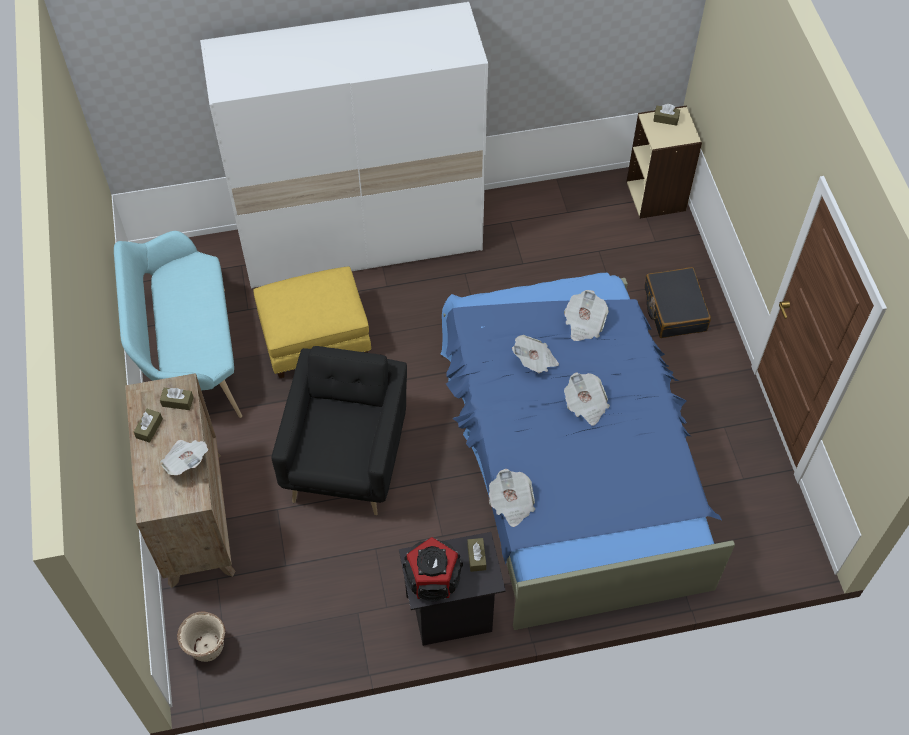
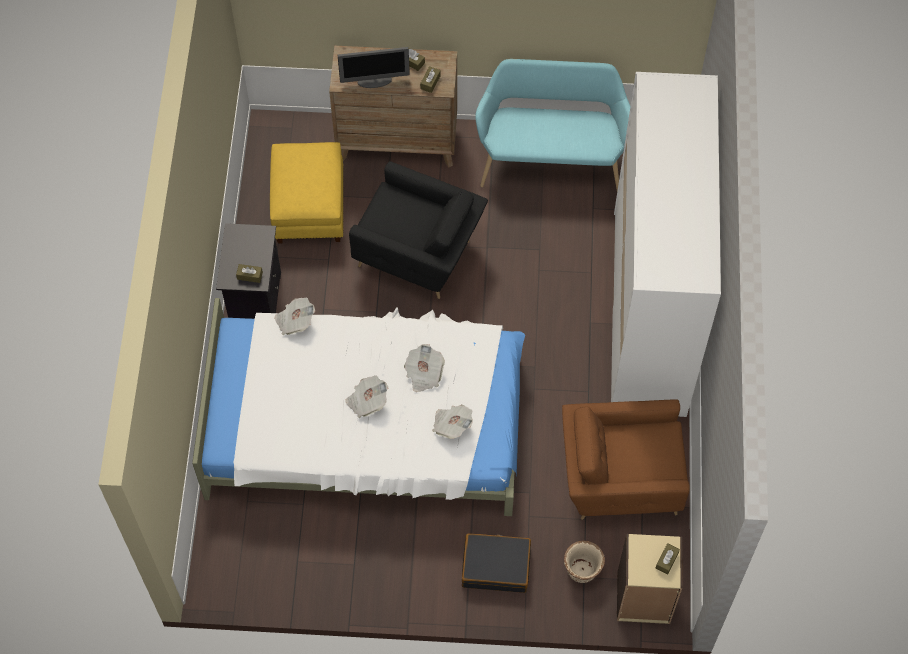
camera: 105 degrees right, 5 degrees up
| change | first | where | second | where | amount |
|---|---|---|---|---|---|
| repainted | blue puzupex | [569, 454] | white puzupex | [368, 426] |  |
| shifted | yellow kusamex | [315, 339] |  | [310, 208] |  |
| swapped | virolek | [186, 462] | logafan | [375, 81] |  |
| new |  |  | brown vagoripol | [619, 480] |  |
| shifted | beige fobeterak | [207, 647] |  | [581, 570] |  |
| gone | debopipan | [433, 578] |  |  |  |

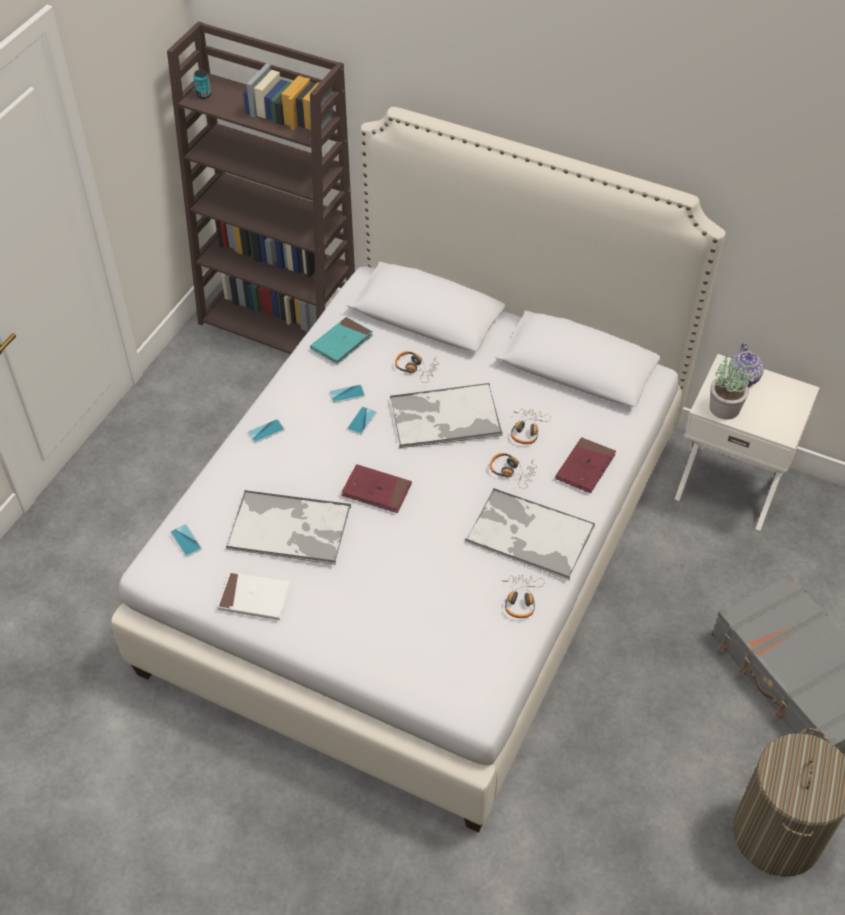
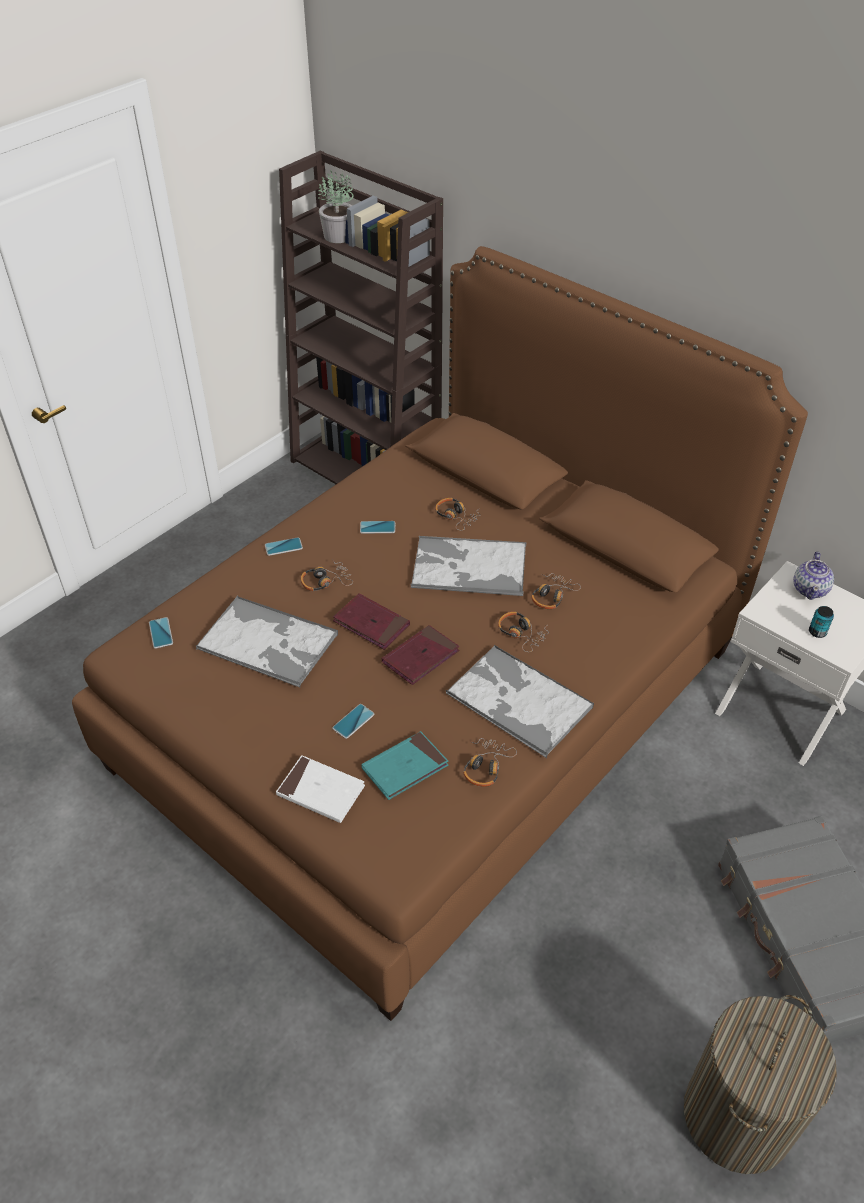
camera: 15 degrees right, 5 degrees down
| change | first | where | second | where | amount |
|---|---|---|---|---|---|
| repainted | white puzupex | [421, 546] | brown puzupex | [431, 705] |  |
| shifted | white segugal | [254, 598] |  | [321, 791] |  |
| new |  |  | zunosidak | [326, 581] |  |
| shifted | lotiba | [725, 407] |  | [339, 236] |  |
| shifted | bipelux | [361, 421] |  | [353, 721] |  |
| shifted | turquoise segugal | [342, 343] |  | [405, 767] |  |
| shifted | red segugal | [585, 467] |  | [420, 657] |  |
| shifted | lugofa | [203, 95] |  | [817, 632] |  |

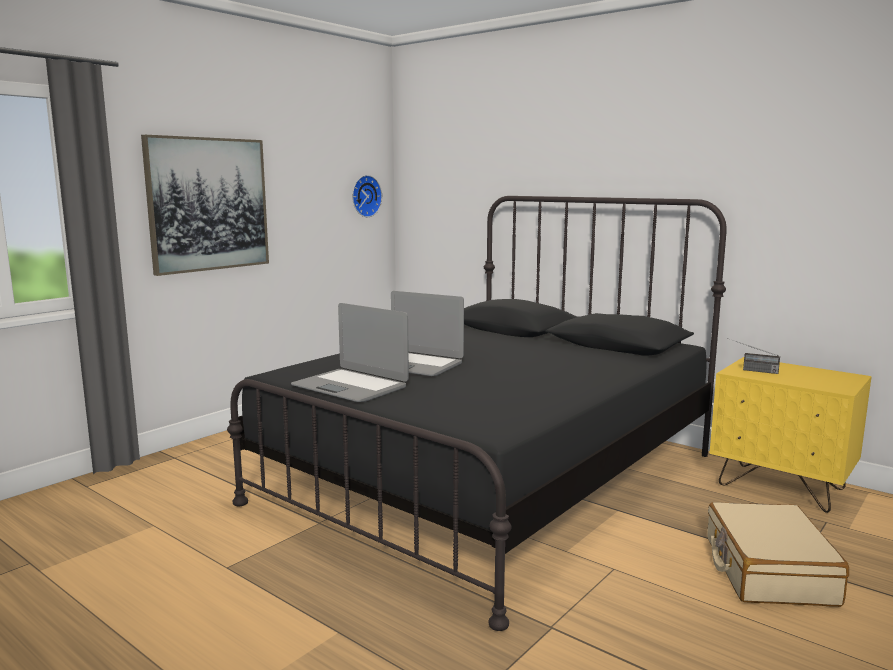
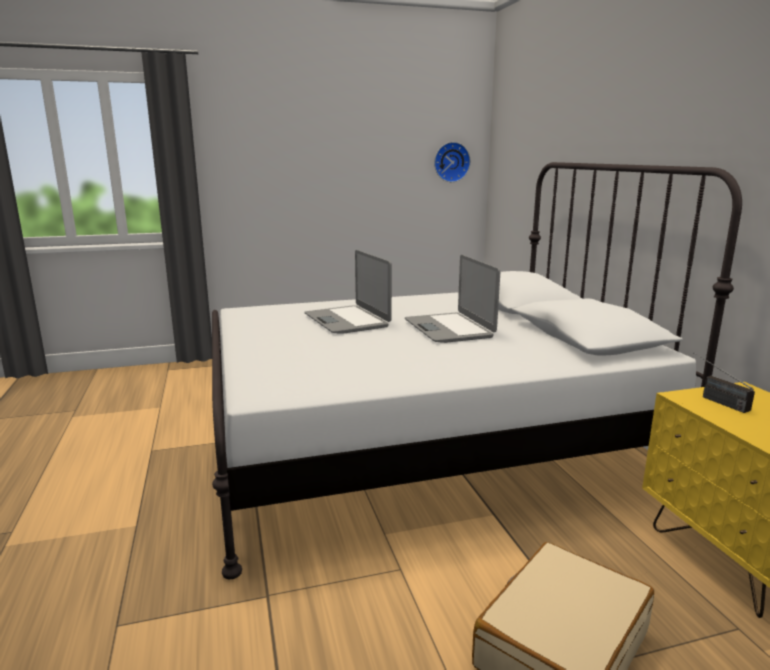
camera: 35 degrees right, 5 degrees up
| change | first | where | second | where | amount |
|---|---|---|---|---|---|
| repainted | black puzupex | [491, 478] | white puzupex | [424, 444] |  |
| shifted | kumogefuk | [350, 387] |  | [449, 329] |  |
| gone | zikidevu | [208, 204] |  |  |  |

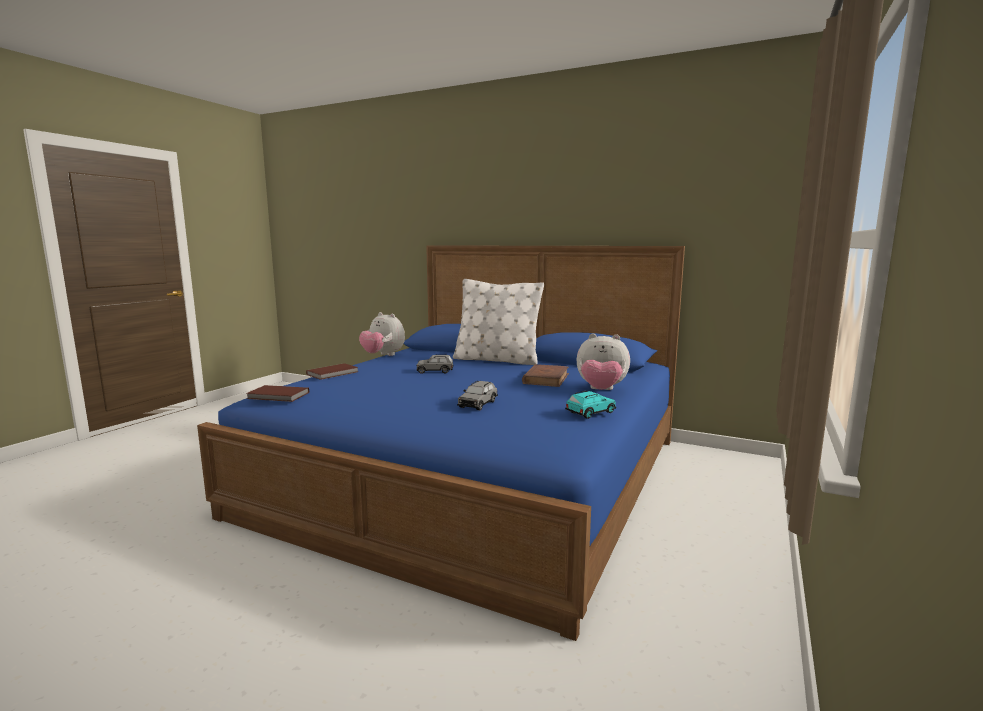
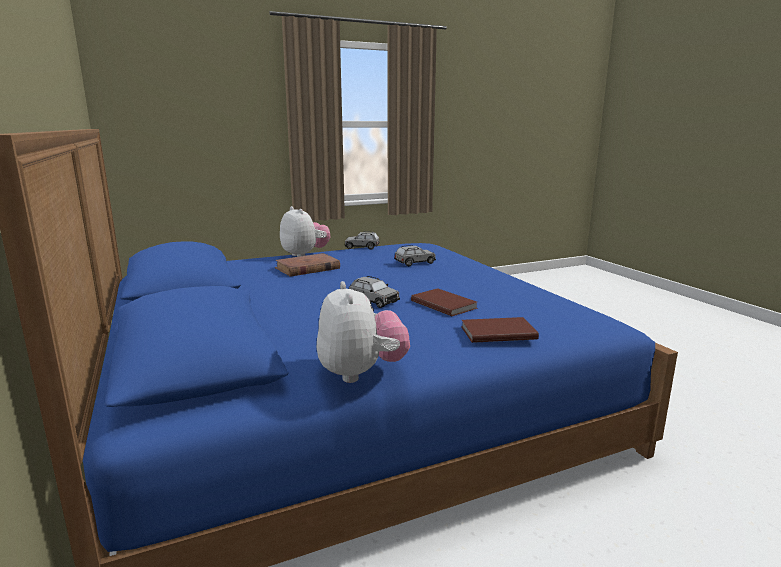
camera: 140 degrees left, 5 degrees up
| change | first | where | second | where | amount |
|---|---|---|---|---|---|
| repainted | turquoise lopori | [590, 413] | grey lopori | [362, 247] |  |
| shifted | brown segugal | [278, 396] |  | [444, 304] |  |
| gone | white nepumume | [497, 360] |  |  |  |

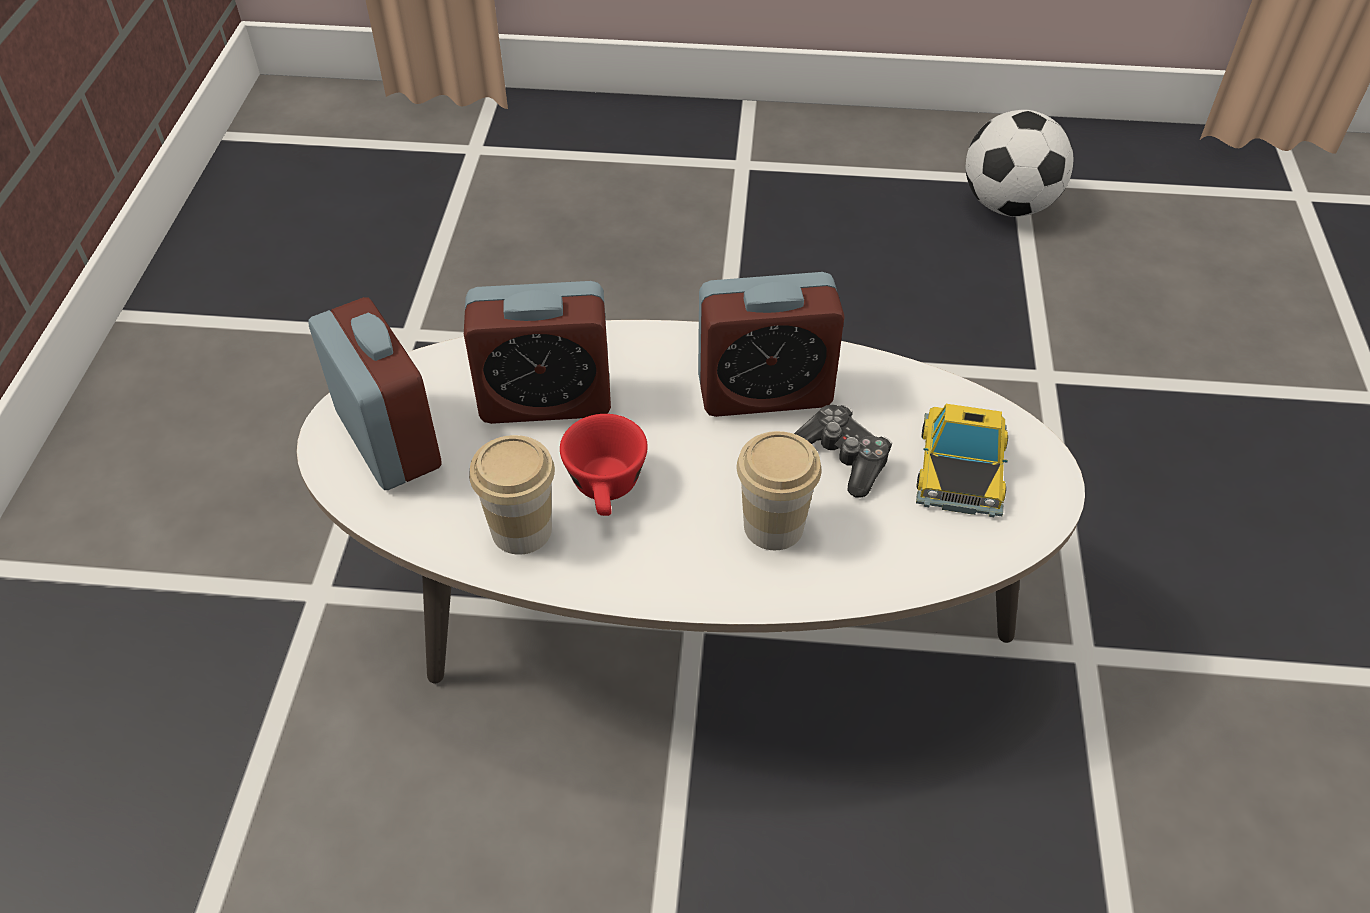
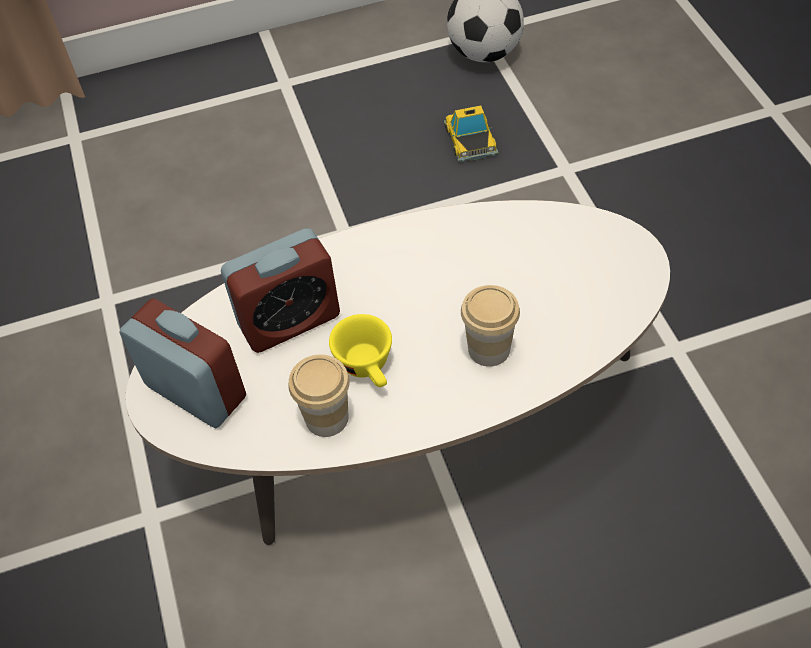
camera: 20 degrees left, 5 degrees up
| change | first | where | second | where | amount |
|---|---|---|---|---|---|
| repainted | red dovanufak | [607, 491] | yellow dovanufak | [368, 368] |  |
| shifted | lopori | [961, 466] |  | [470, 139] |  |
| gone | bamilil | [764, 392] |  |  |  |
| gone | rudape | [843, 458] |  |  |  |

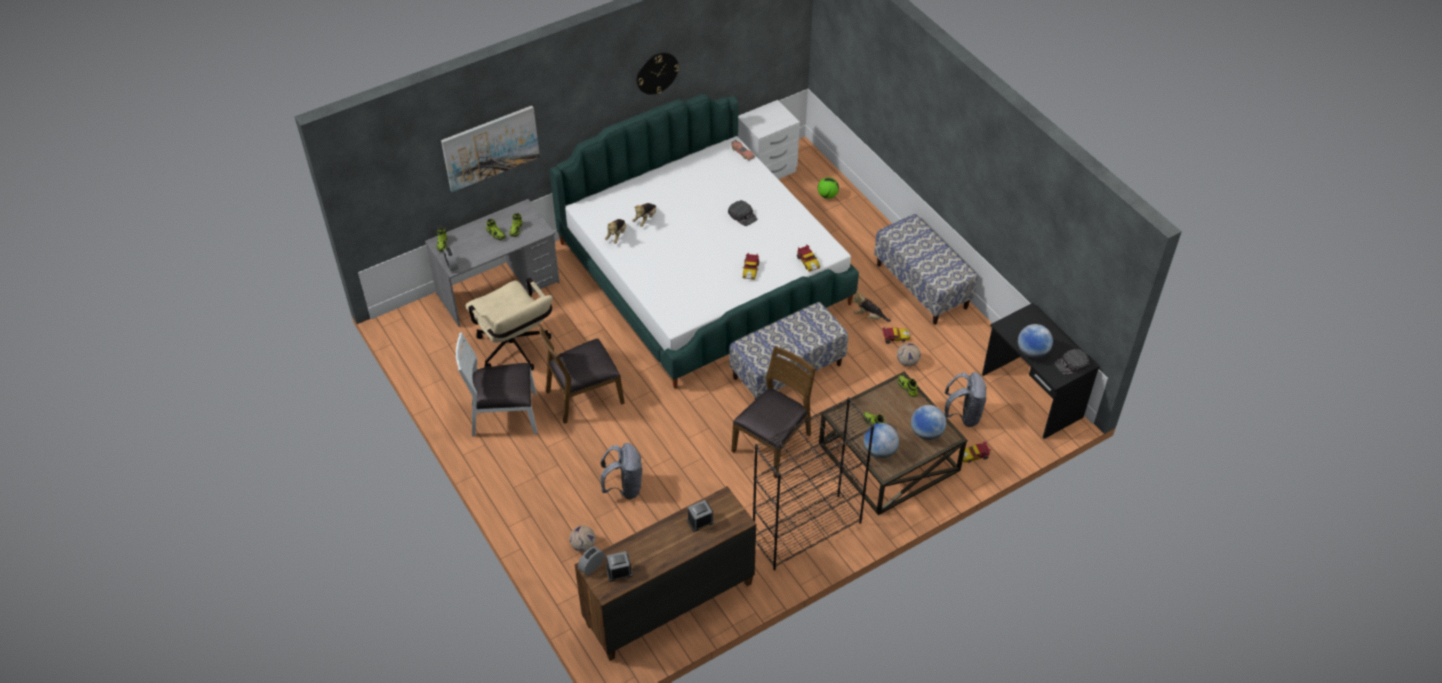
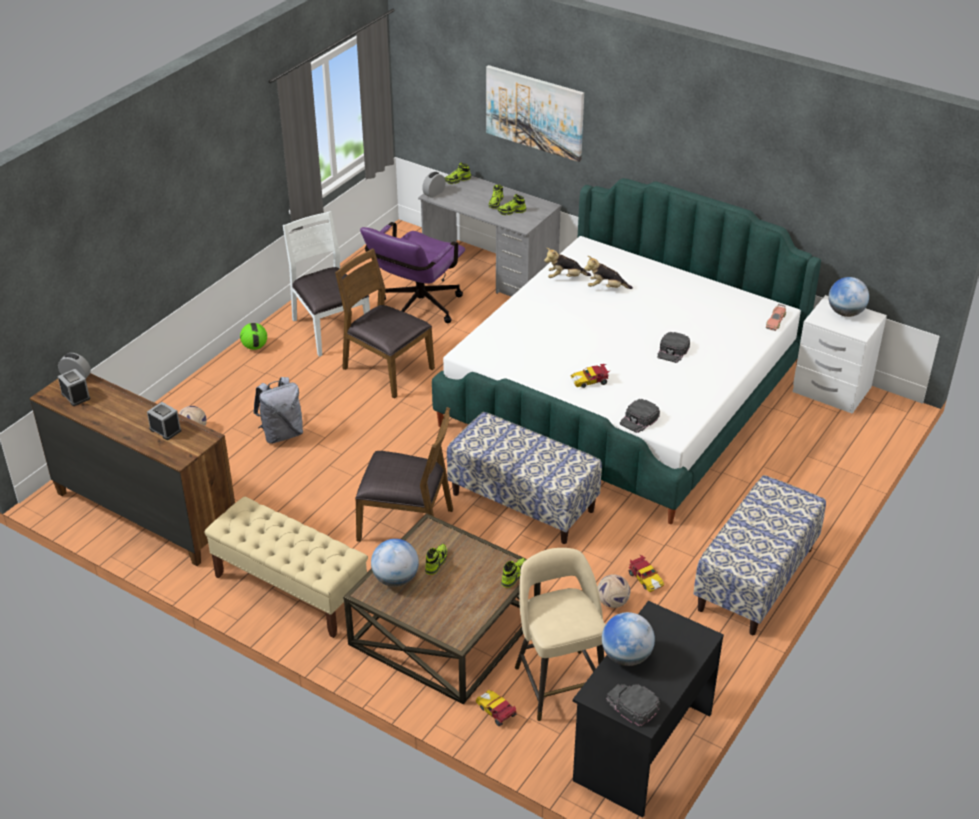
camera: 65 degrees right, 10 degrees down
| change | first | where | second | where | amount |
|---|---|---|---|---|---|
| swapped | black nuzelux | [806, 532] | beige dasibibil | [290, 589] |  |
| shifted | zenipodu | [827, 195] |  | [255, 347] |  |
| repainted | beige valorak | [516, 351] | purple valorak | [416, 309] |  |
| swapped | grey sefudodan | [963, 415] | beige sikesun | [559, 682] |  |
| swapped | lopori | [808, 262] | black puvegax | [639, 419] |  |
| shifted | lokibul | [926, 433] |  | [845, 313] |  |
| gone | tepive | [657, 73] |  |  |  |
| gone | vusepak | [869, 316] |  |  |  |

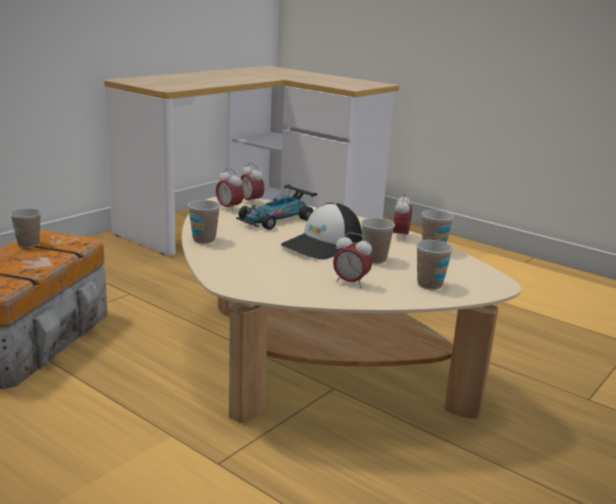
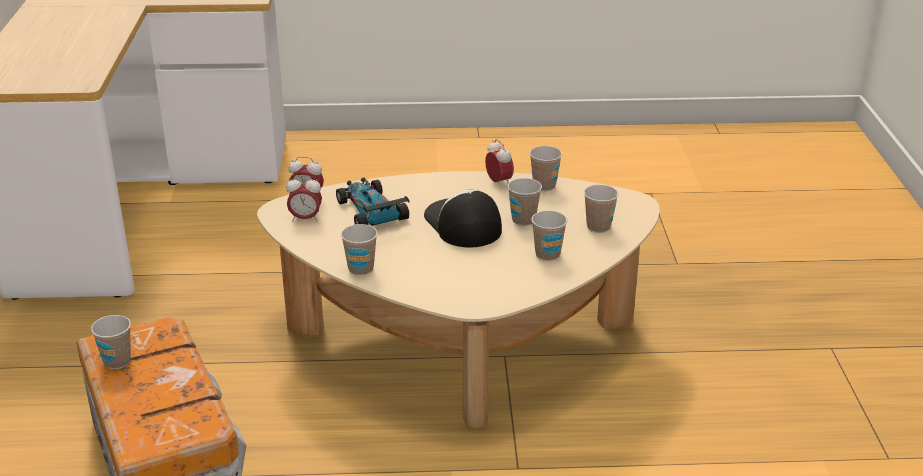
camera: 40 degrees left, 10 degrees up
| change | first | where | second | where | amount |
|---|---|---|---|---|---|
| rotated | lopori | [276, 219] |  | [370, 212] | 150 degrees clockwise |
| rotated | puvegax | [323, 245] |  | [462, 224] | 150 degrees clockwise |
| swapped | bamilil | [350, 283] | dovanufak | [547, 254] |  |

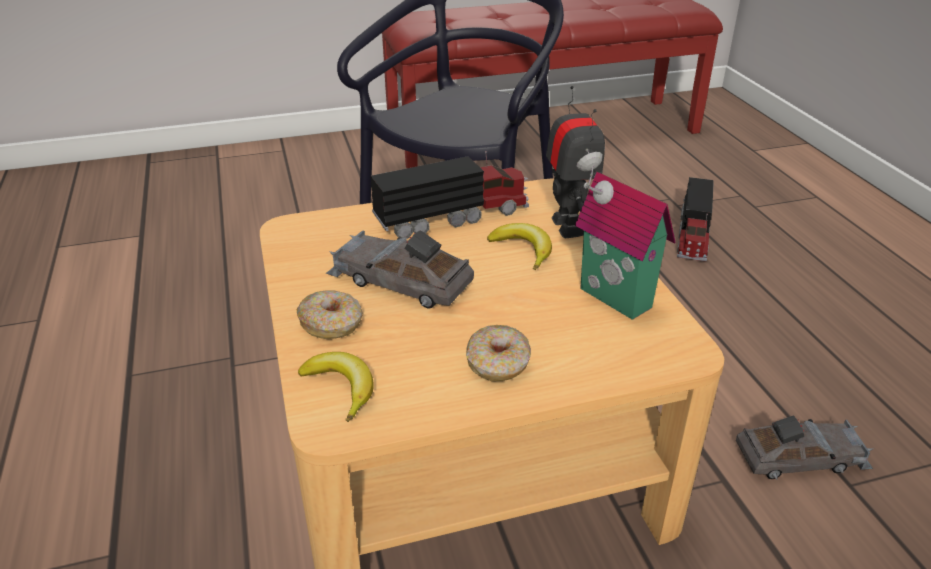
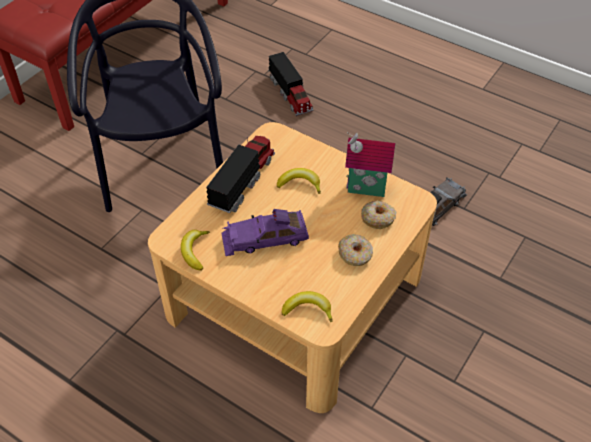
camera: 40 degrees left, 15 degrees up
| change | first | where | second | where | amount |
|---|---|---|---|---|---|
| new |  |  | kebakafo | [194, 251] |  |
| repainted | grey lopori | [399, 281] | purple lopori | [264, 238] |  |
| shifted | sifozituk | [332, 323] |  | [378, 218] |  |
| gone | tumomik | [568, 226] |  |  |  |

